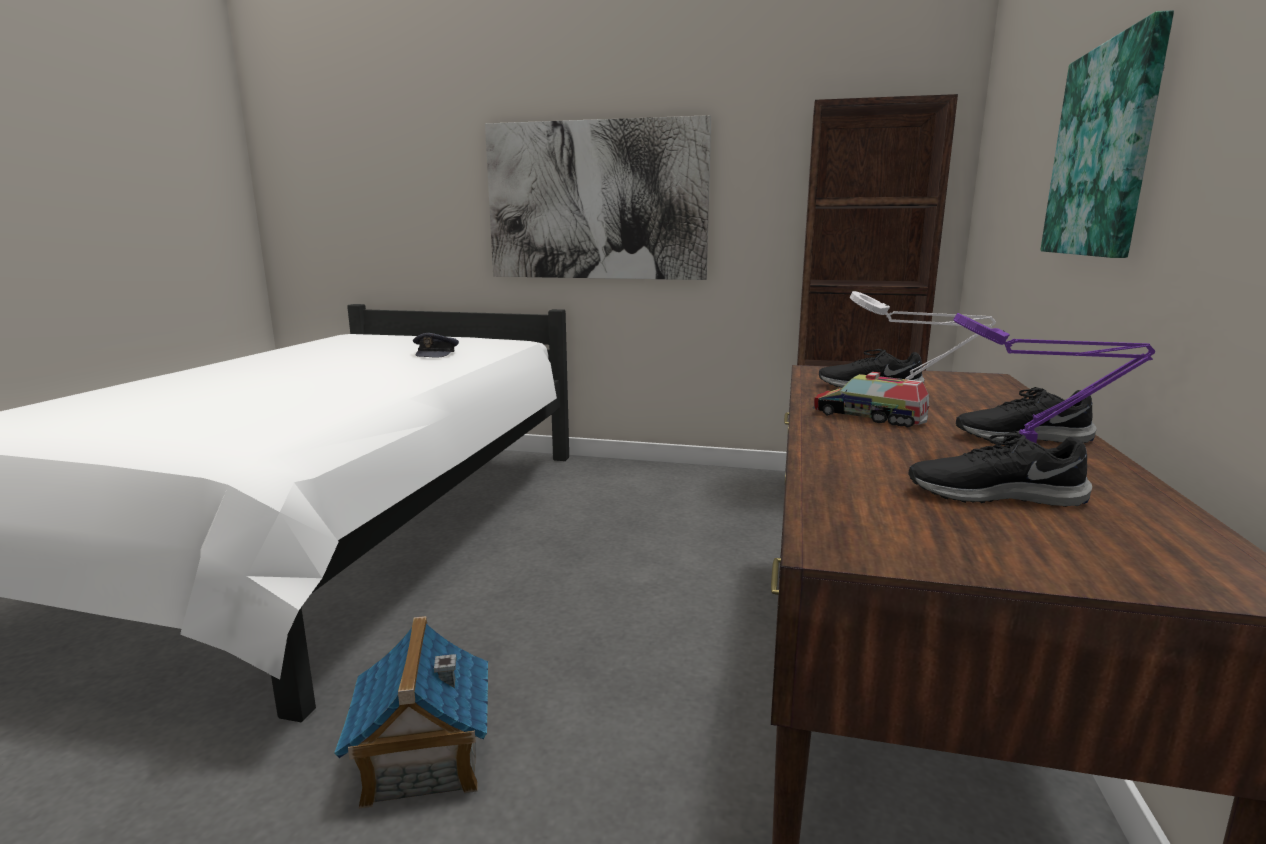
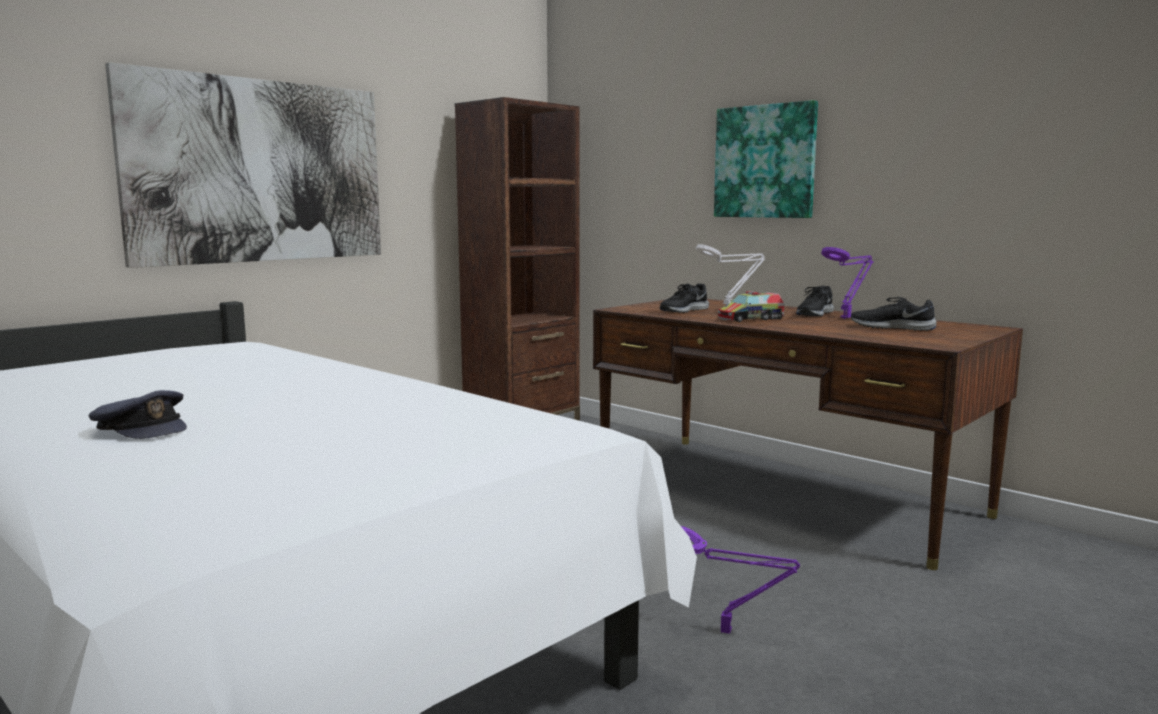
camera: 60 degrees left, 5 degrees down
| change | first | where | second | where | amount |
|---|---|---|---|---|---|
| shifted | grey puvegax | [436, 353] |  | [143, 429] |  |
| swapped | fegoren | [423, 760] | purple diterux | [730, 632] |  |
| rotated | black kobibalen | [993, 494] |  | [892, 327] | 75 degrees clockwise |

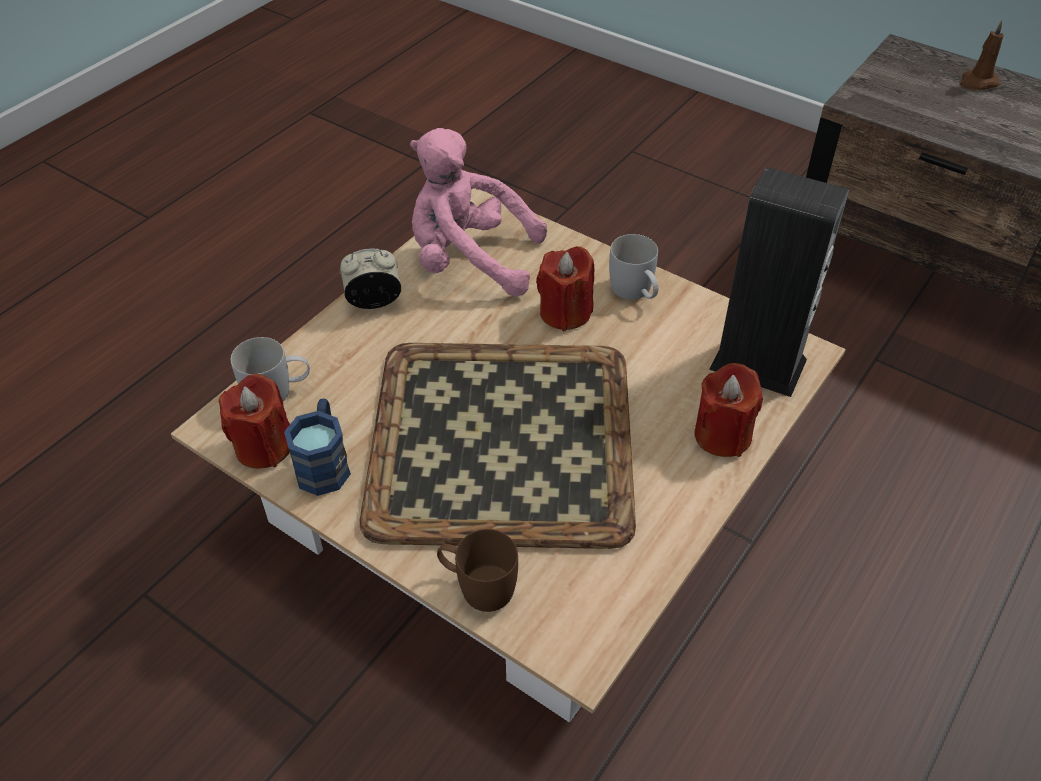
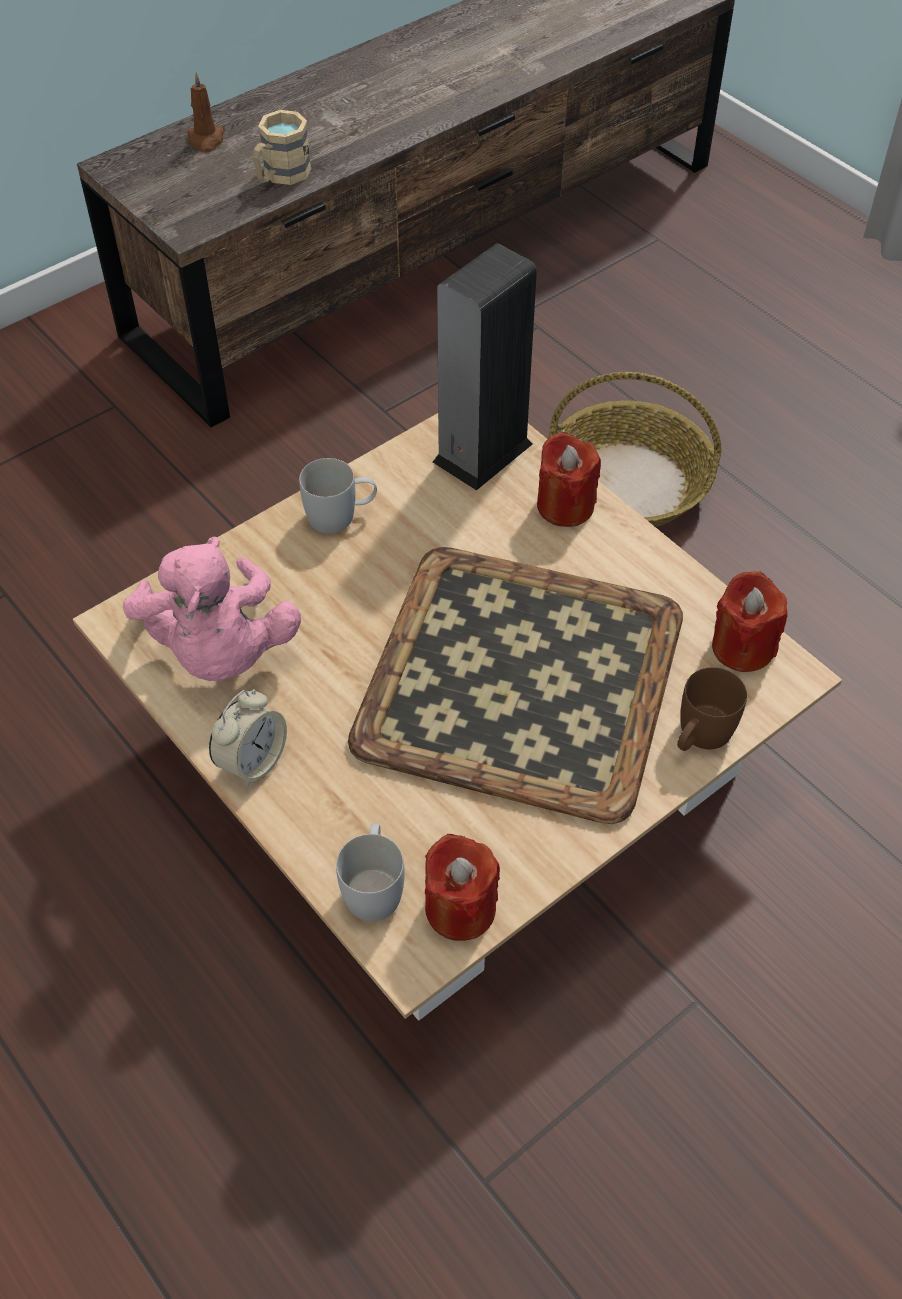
camera: 75 degrees left, 5 degrees up
| change | first | where | second | where | amount |
|---|---|---|---|---|---|
| rotated | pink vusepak | [469, 261] |  | [219, 651] | 45 degrees counterclockwise |
| rotated | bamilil | [374, 302] |  | [252, 761] | 150 degrees counterclockwise |
| new |  |  | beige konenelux | [281, 176] |  |
| new |  |  | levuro | [629, 483] |  |
| shifted | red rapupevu | [565, 312] |  | [742, 647] |  |
| gone | blue konenelux | [325, 463] |  |  |  |

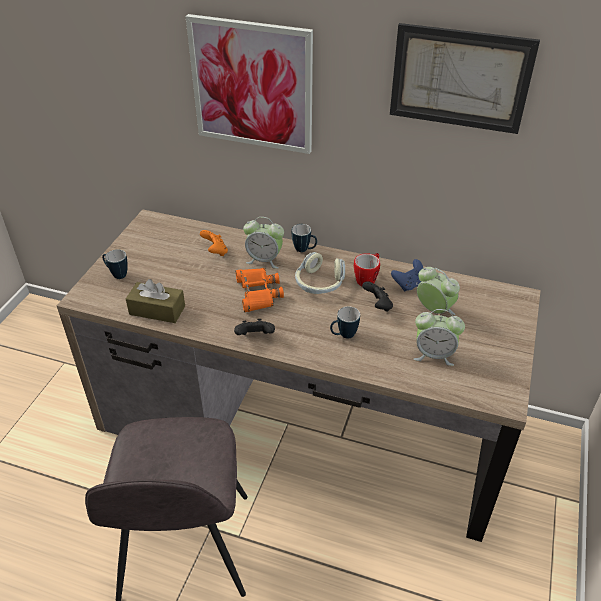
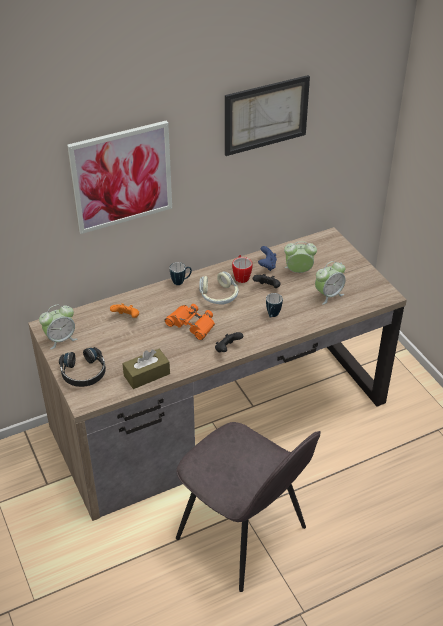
camera: 45 degrees left, 0 degrees up
| change | first | where | second | where | amount |
|---|---|---|---|---|---|
| shifted | bamilil | [264, 260] |  | [60, 339] |  |
| swapped | konenelux | [117, 274] | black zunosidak | [84, 373] |  |

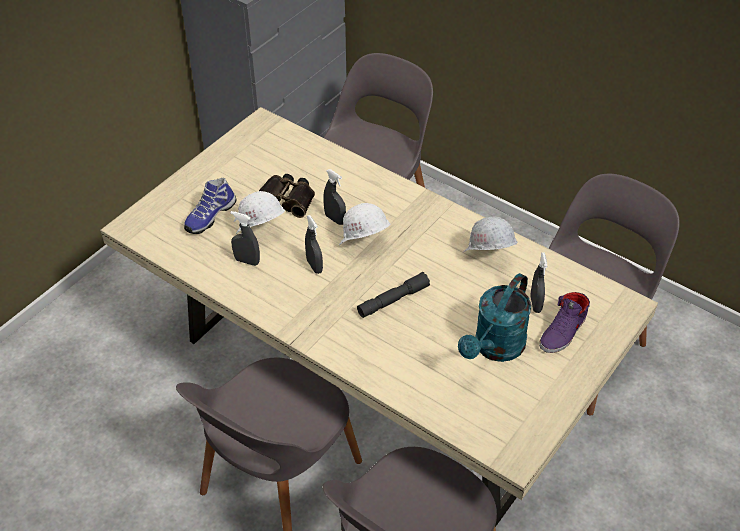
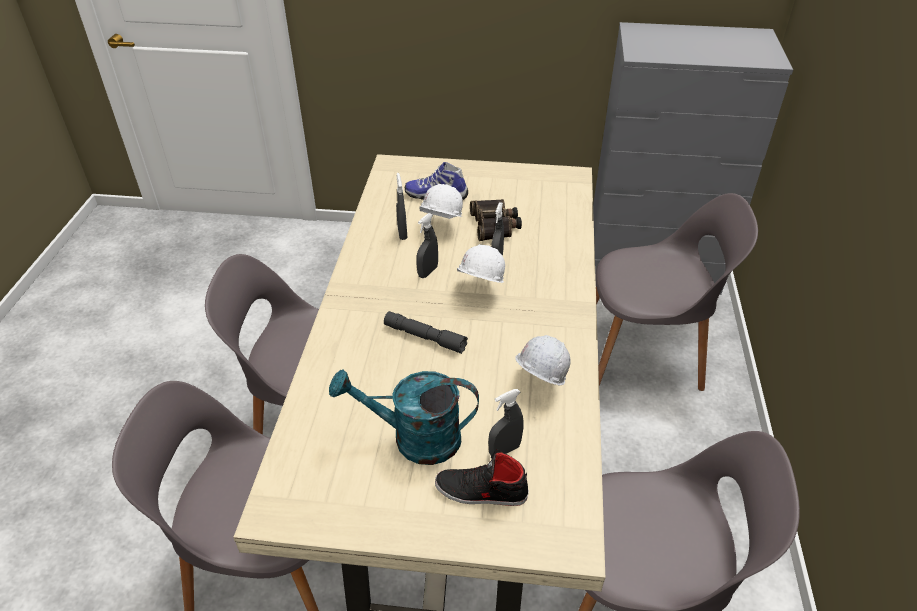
camera: 60 degrees right, 5 degrees down
| change | first | where | second | where | amount |
|---|---|---|---|---|---|
| repainted | purple kobibalen | [563, 332] | black kobibalen | [481, 492] |  |

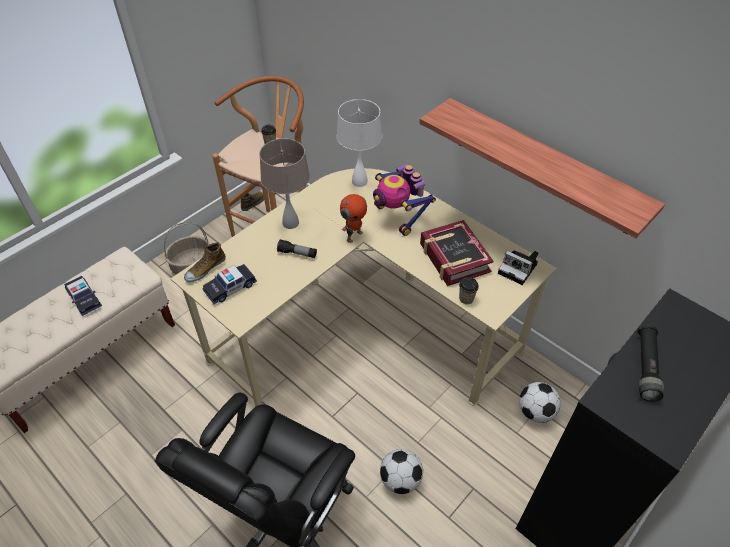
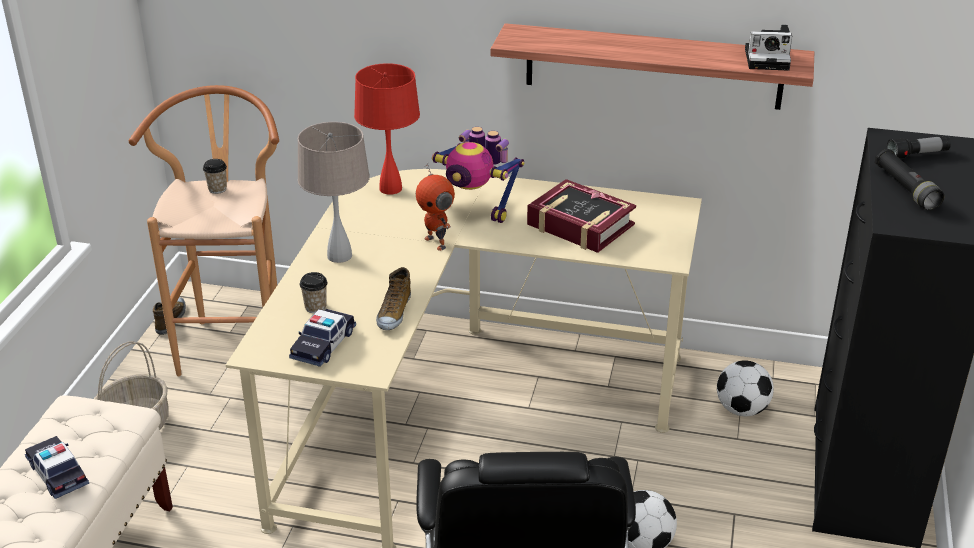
camera: 30 degrees left, 15 degrees down
| change | first | where | second | where | amount |
|---|---|---|---|---|---|
| rotated | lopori | [84, 298] |  | [58, 473] | 150 degrees counterclockwise |
| shifted | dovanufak | [466, 298] |  | [315, 307] |  |
| repainted | white diterux | [360, 181] | red diterux | [390, 188] |  |
| shifted | kobibalen | [205, 269] |  | [394, 312] |  |
| rotated | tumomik | [353, 235] |  | [436, 242] | 135 degrees clockwise |
| shifted | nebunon | [519, 269] |  | [769, 59] |  |
| shifted | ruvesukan | [297, 253] |  | [917, 155] |  |

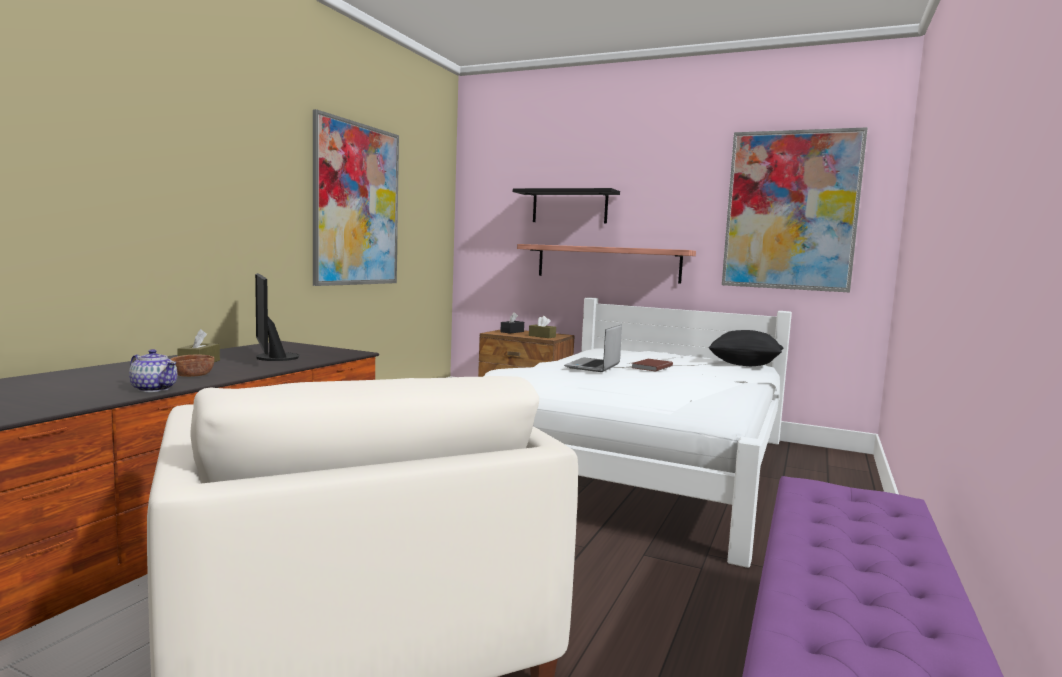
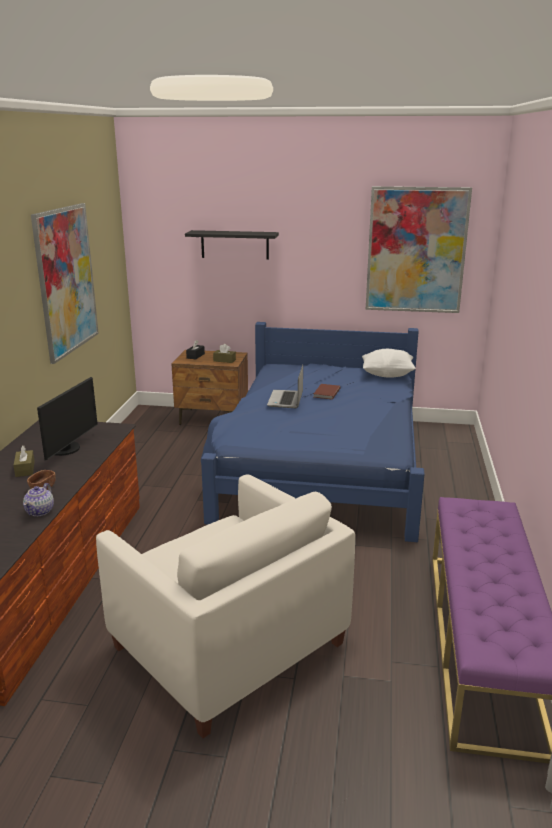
camera: 15 degrees left, 15 degrees up
| change | first | where | second | where | amount |
|---|---|---|---|---|---|
| rotated | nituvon | [154, 389] |  | [40, 511] | 90 degrees clockwise |
| rotated | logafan | [272, 357] |  | [67, 449] | 120 degrees counterclockwise |
| repainted | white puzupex | [635, 465] | blue puzupex | [321, 466] |  |
| repainted | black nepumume | [745, 365] | white nepumume | [387, 375] |  |
| gone | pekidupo | [607, 263] |  |  |  |

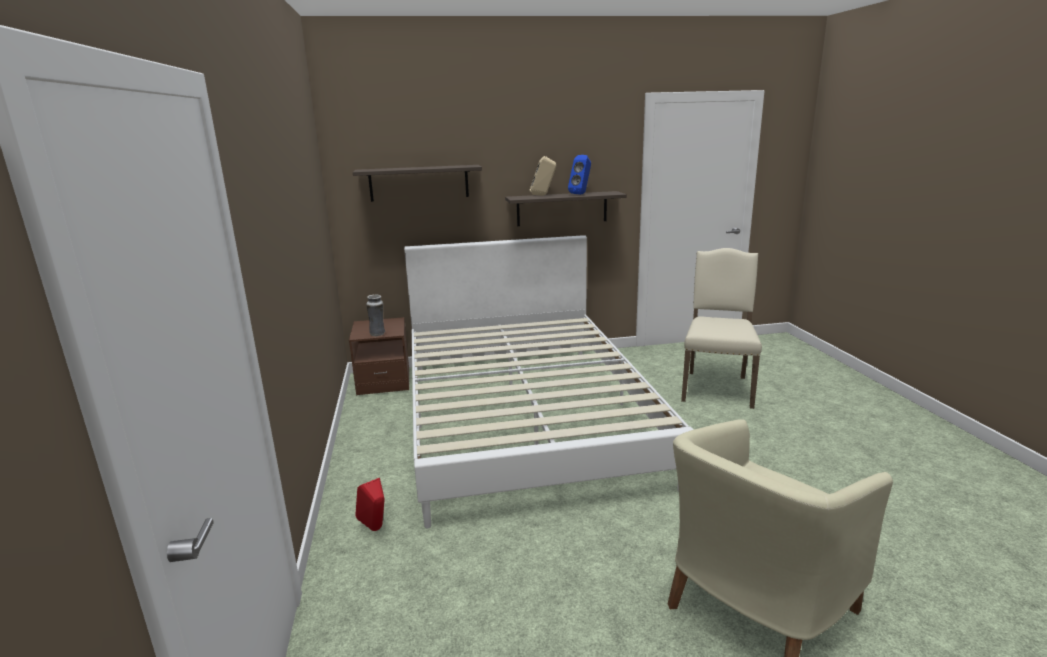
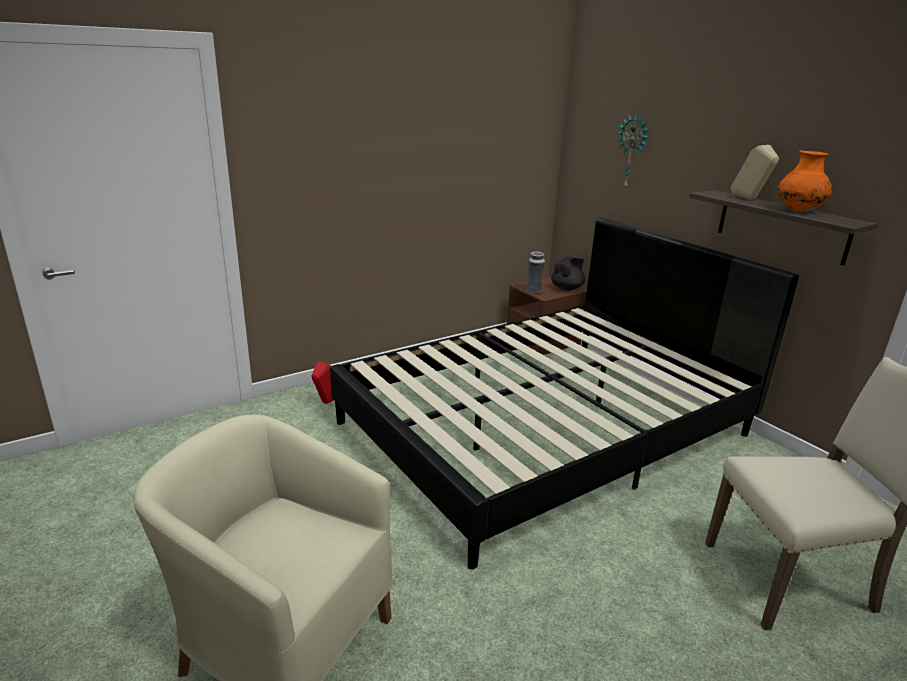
camera: 65 degrees right, 5 degrees up
| change | first | where | second | where | amount |
|---|---|---|---|---|---|
| repainted | white puzupex | [524, 417] | black puzupex | [545, 429] |  |
| new |  |  | black nituvon | [567, 288] |  |
| swapped | pekidupo | [419, 183] | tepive | [632, 152] |  |
| swapped | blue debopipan | [581, 194] | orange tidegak | [798, 211] |  |

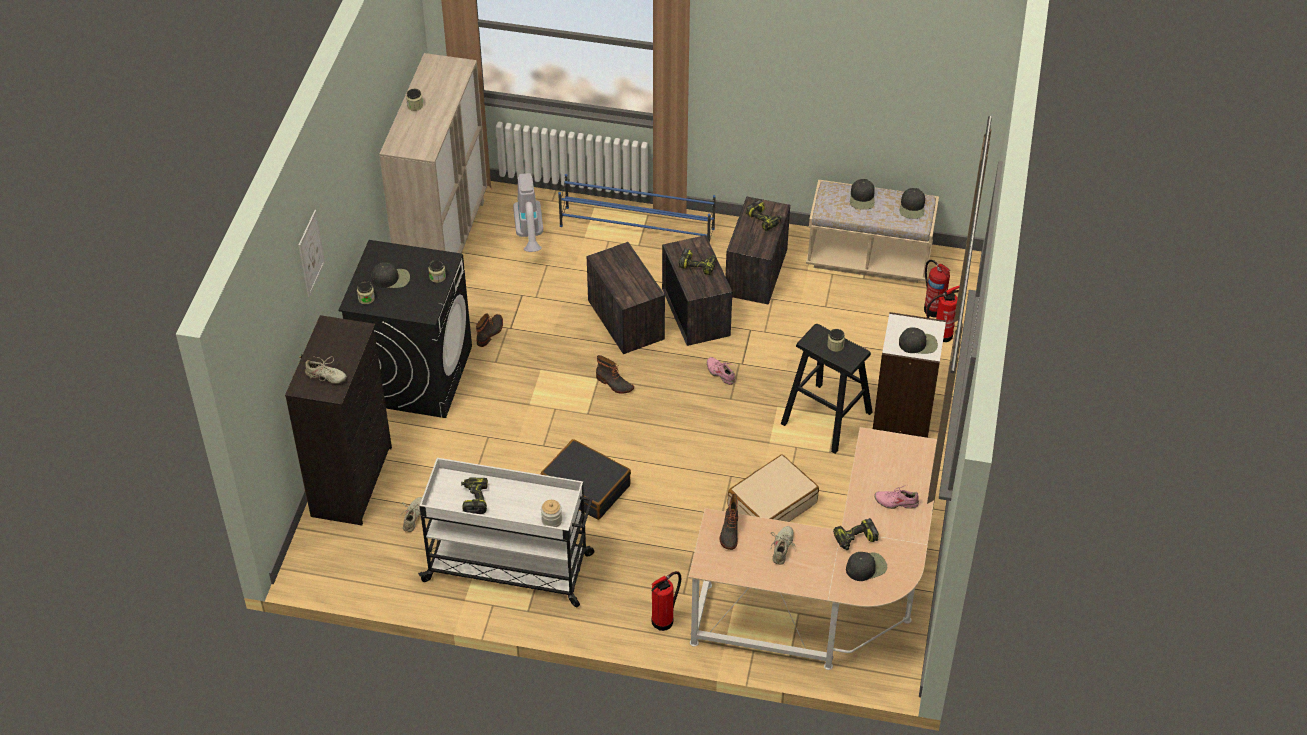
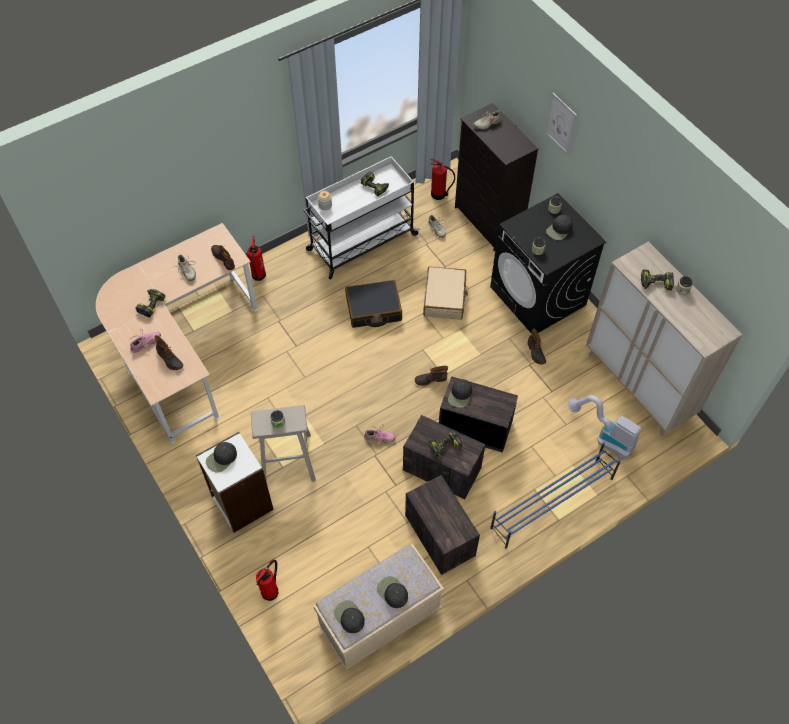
camera: 135 degrees right, 10 degrees up
| change | first | where | second | where | amount |
|---|---|---|---|---|---|
| new |  |  | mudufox | [169, 360] |  |
| repainted | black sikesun | [827, 418] | beige sikesun | [286, 460] |  |
| shifted | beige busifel | [772, 504] |  | [445, 298] |  |
| shifted | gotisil | [933, 308] |  | [439, 195] |  |
| shifted | black puvegax | [866, 567] |  | [460, 395] |  |
| shifted | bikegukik | [764, 219] |  | [655, 284] |  |

